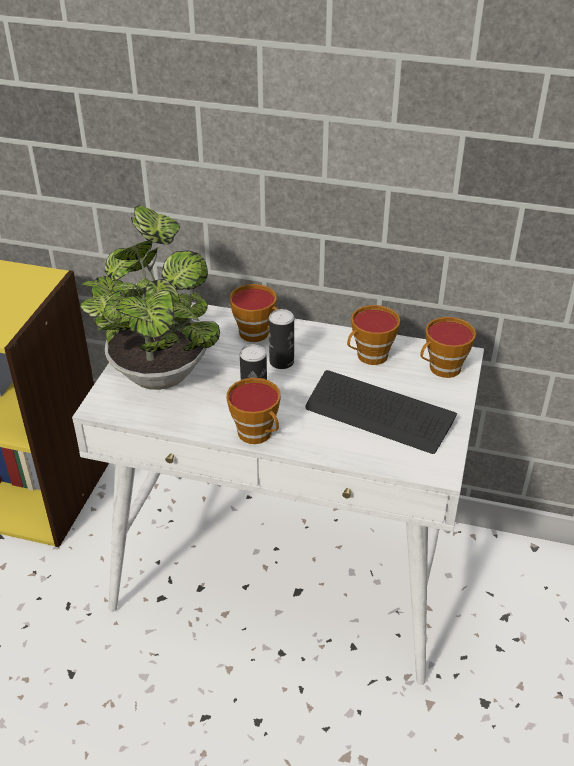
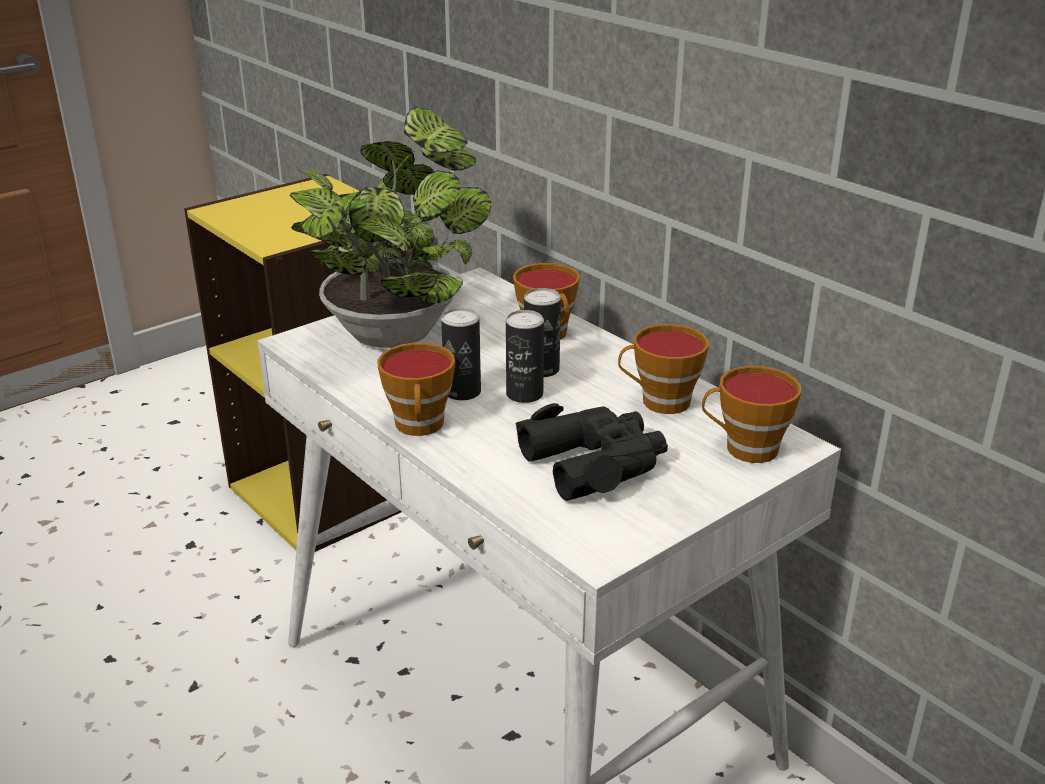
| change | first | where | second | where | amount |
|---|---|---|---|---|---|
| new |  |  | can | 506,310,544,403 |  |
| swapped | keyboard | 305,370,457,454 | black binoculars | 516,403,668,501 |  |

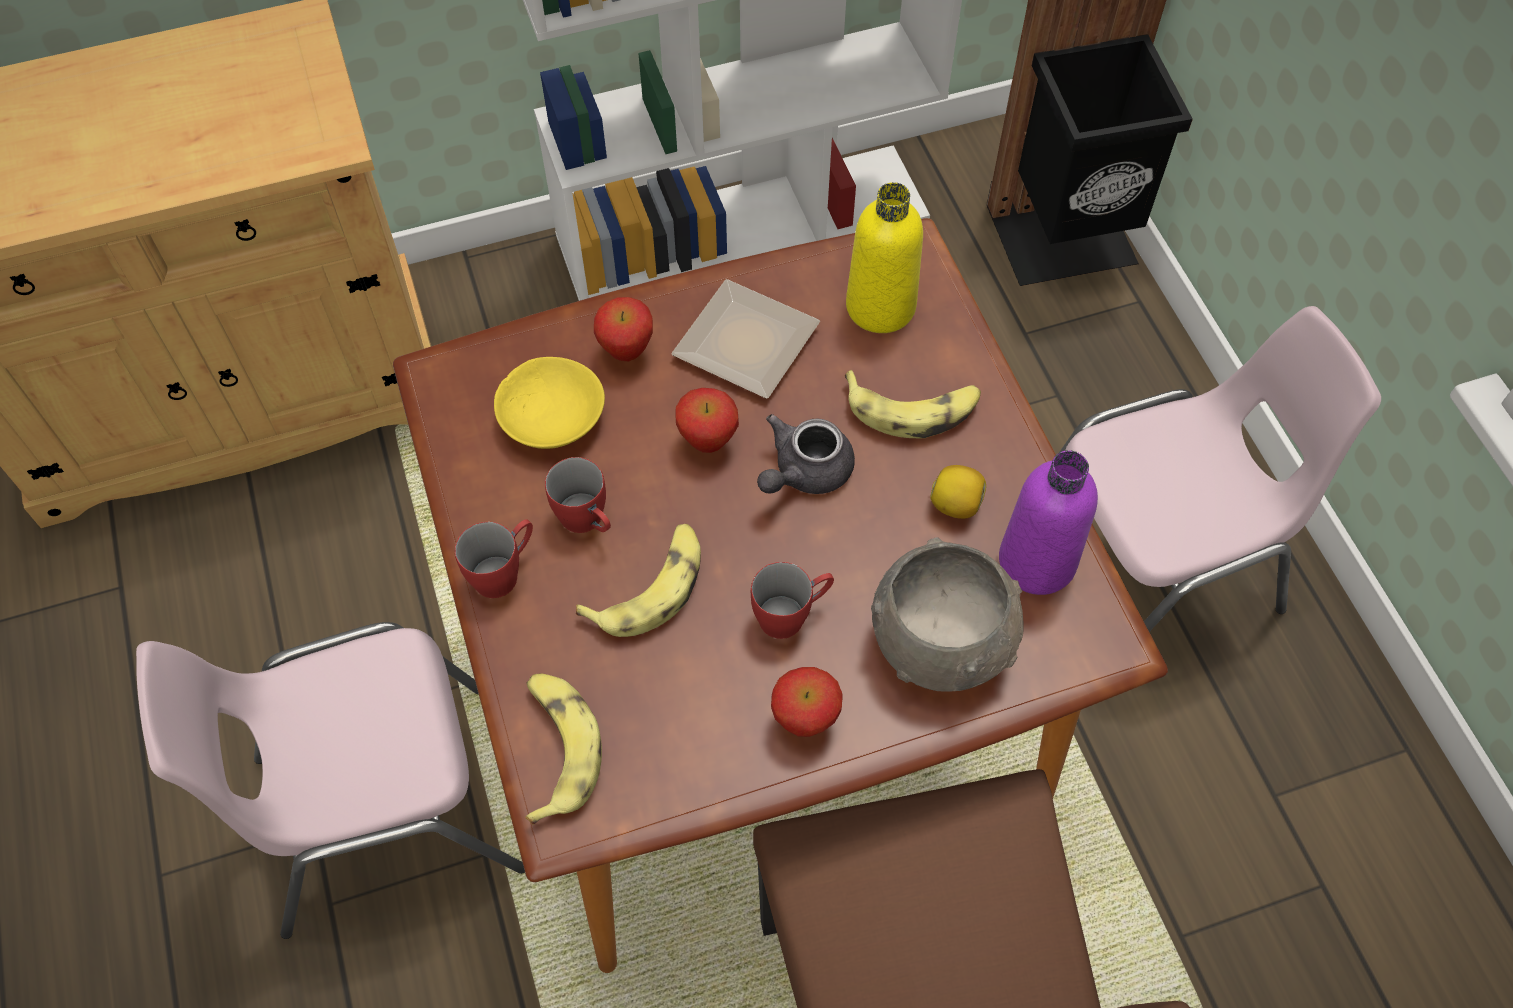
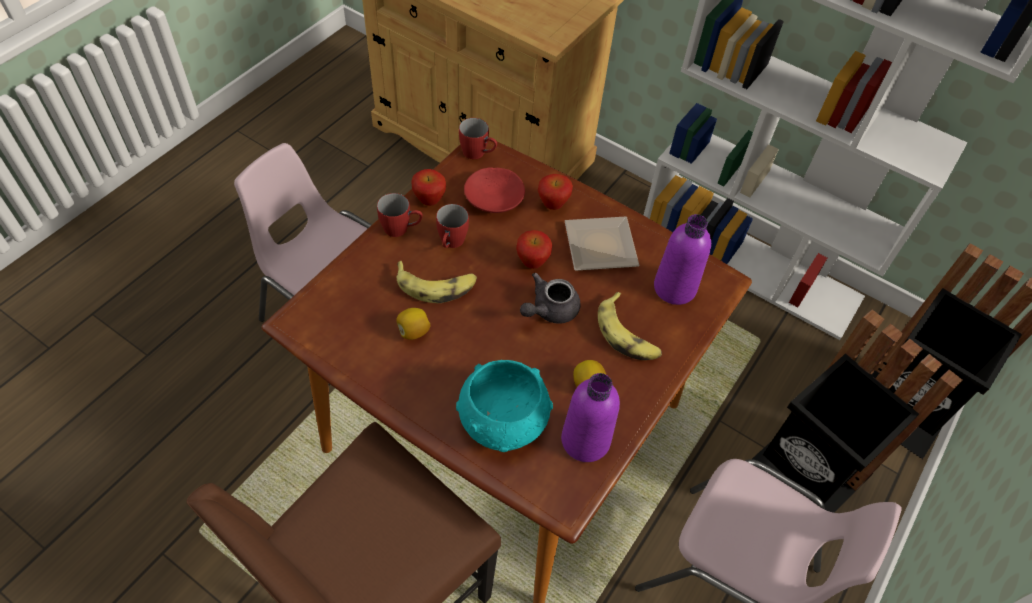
| change | first | where | second | where | amount |
|---|---|---|---|---|---|
| gone | banana | 525,674,602,825 |  |  |  |
| new |  |  | lemon | 396,308,431,340 |  |
| new |  |  | black trash can | 752,309,963,513 |  |
| shifted | red mug | 751,562,834,639 |  | 459,118,497,159 |  |
| shifted | apple | 771,667,842,737 |  | 412,169,446,206 |  |
| repainted | yellow bowl | 494,357,605,449 | red bowl | 464,167,525,213 |  |
| repainted | yellow bottle | 846,182,923,333 | purple bottle | 654,214,711,305 |  |
| repainted | grey bowl | 871,537,1024,692 | turquoise bowl | 456,360,553,452 |  |
| rotated | grey teapot | 757,414,855,494 |  | 520,273,580,323 | 45 degrees counterclockwise |

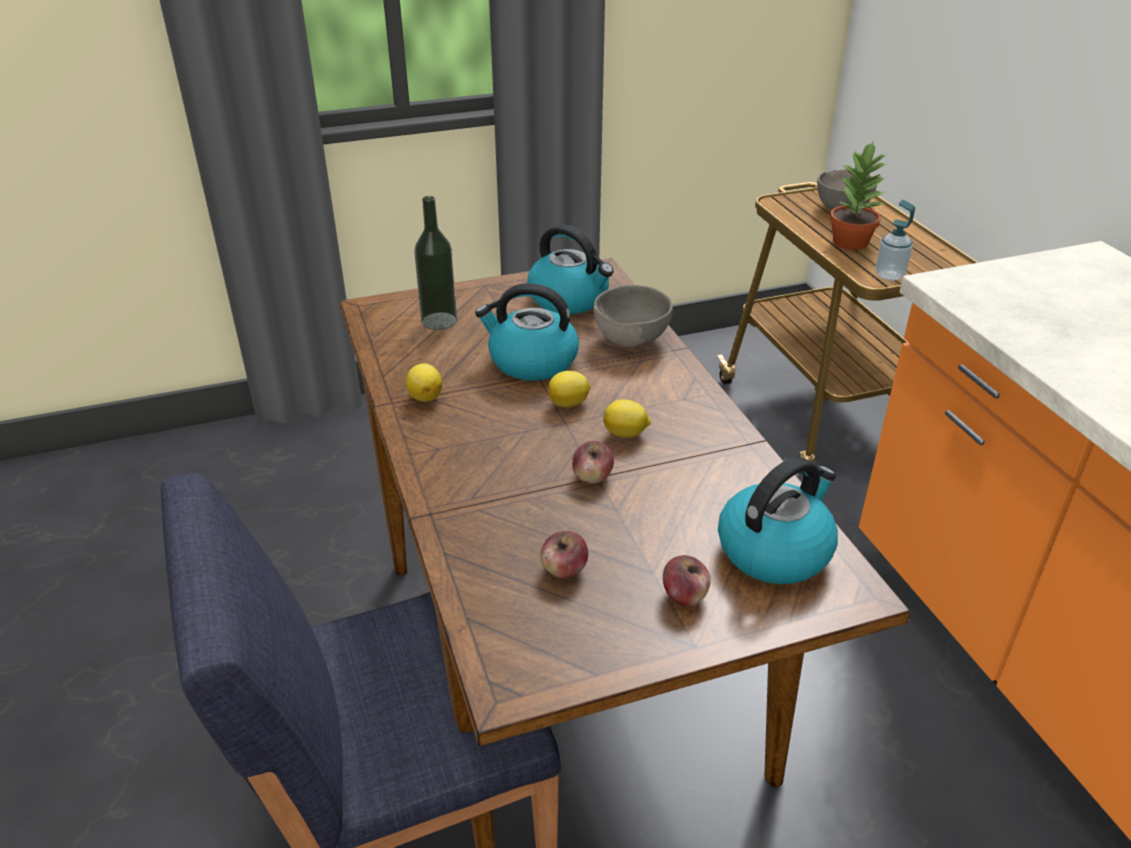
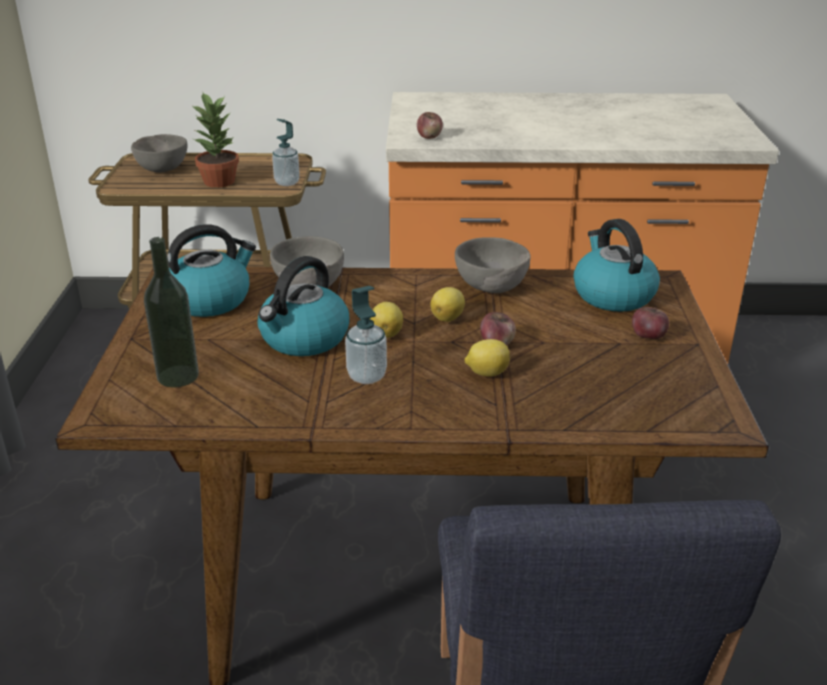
| change | first | where | second | where | amount |
|---|---|---|---|---|---|
| new |  |  | soap dispenser | 345,286,387,384 |  |
| new |  |  | grey bowl | 455,237,531,293 |  |
| shifted | lemon | 406,364,442,402 |  | 464,339,510,377 |  |
| shifted | apple | 540,531,588,578 |  | 417,112,443,139 |  |

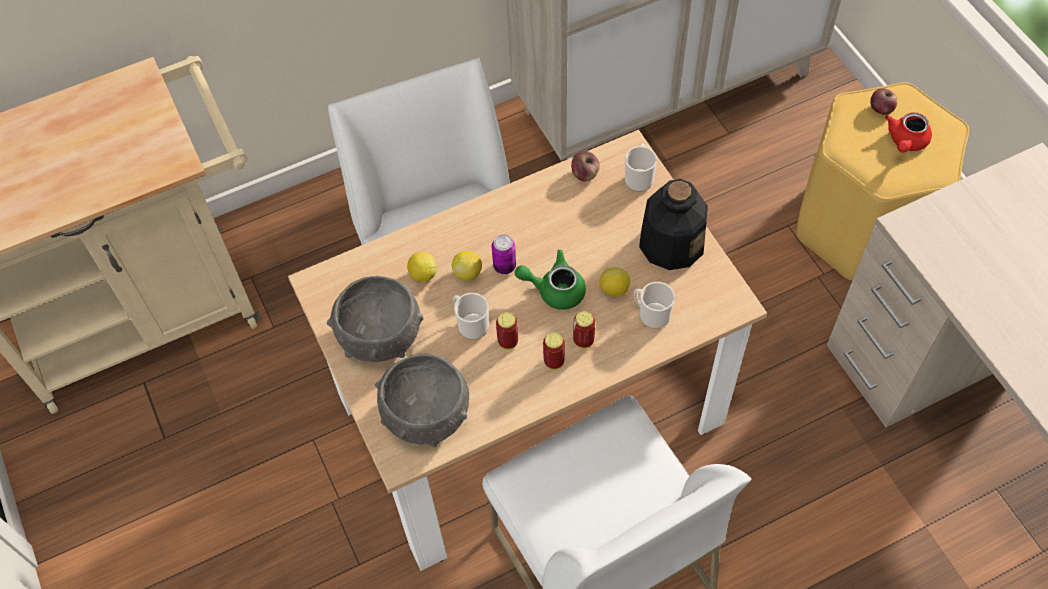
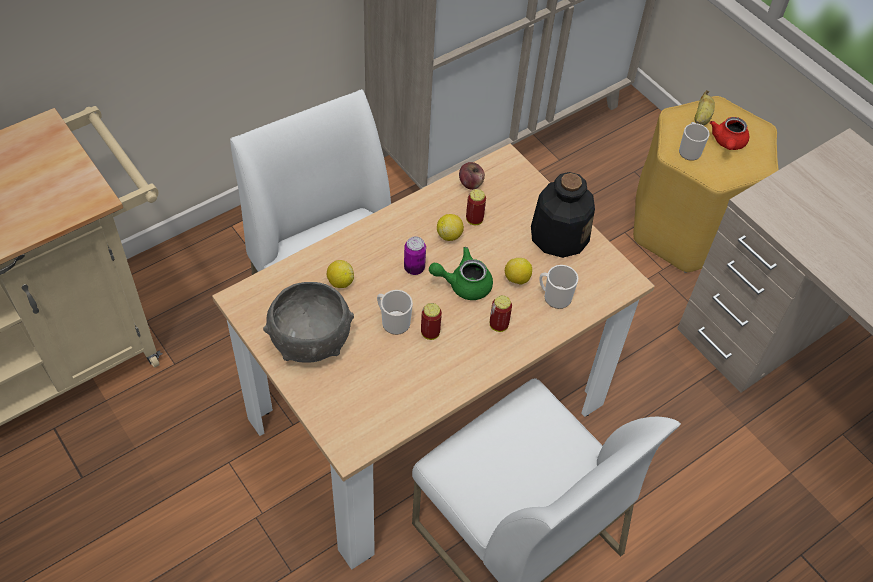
| change | first | where | second | where | amount |
|---|---|---|---|---|---|
| gone | grey bowl | 375,354,469,447 |  |  |  |
| shifted | lemon | 452,251,482,281 |  | 437,214,464,241 |  |
| shifted | can | 543,332,565,370 |  | 466,189,486,225 |  |
| shifted | mug | 625,144,657,192 |  | 679,122,710,161 |  |
| swapped | apple | 870,88,898,115 | banana | 695,90,715,126 |  |

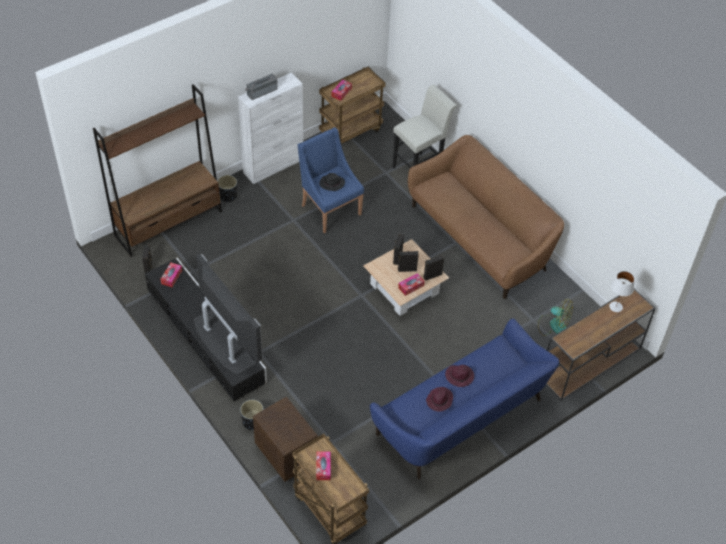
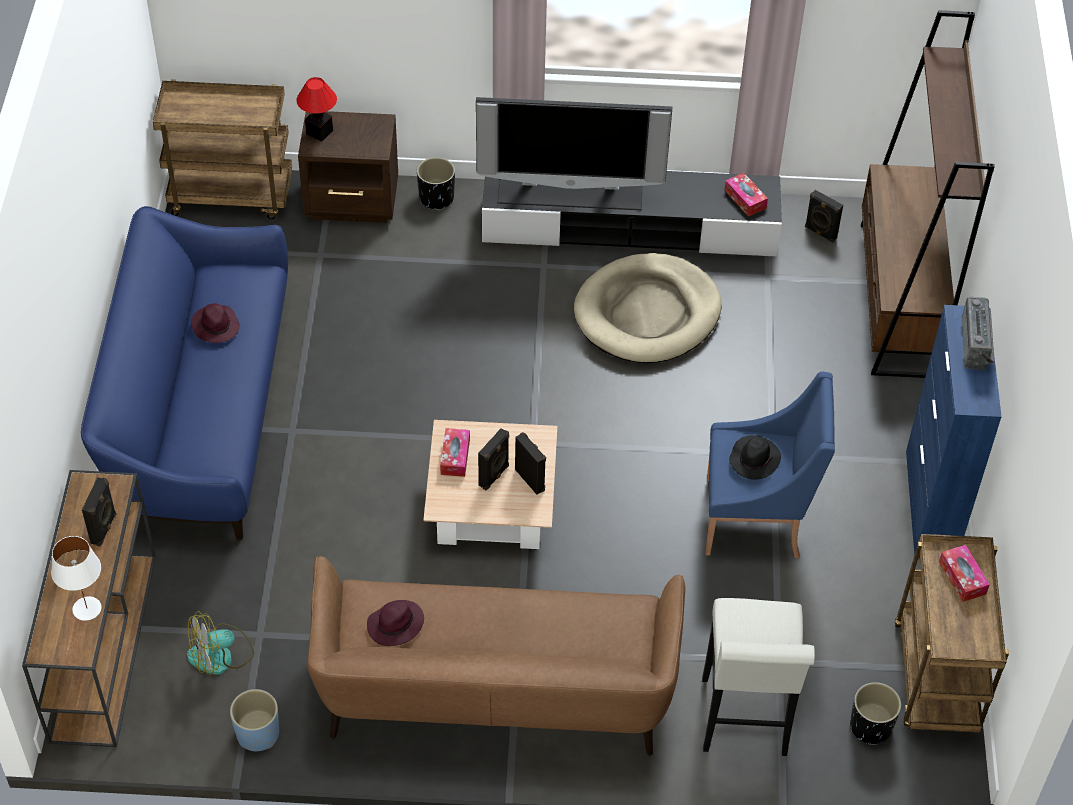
| change | first | where | second | where | amount |
|---|---|---|---|---|---|
| gone | tissue box | 316,452,331,480 |  |  |  |
| new |  |  | blue planter | 230,689,279,751 |  |
| new |  |  | table lamp | 296,77,337,142 |  |
| new |  |  | beige dog bed | 574,253,722,363 |  |
| shifted | black planter | 218,175,237,202 |  | 850,682,901,745 |  |
| shifted | black speaker | 423,255,444,281 |  | 82,477,116,546 |  |
| shifted | purple hat | 445,365,474,387 |  | 367,600,424,646 |  |
| repainted | white cabinet | 238,72,303,184 | blue cabinet | 906,305,1002,558 |  |

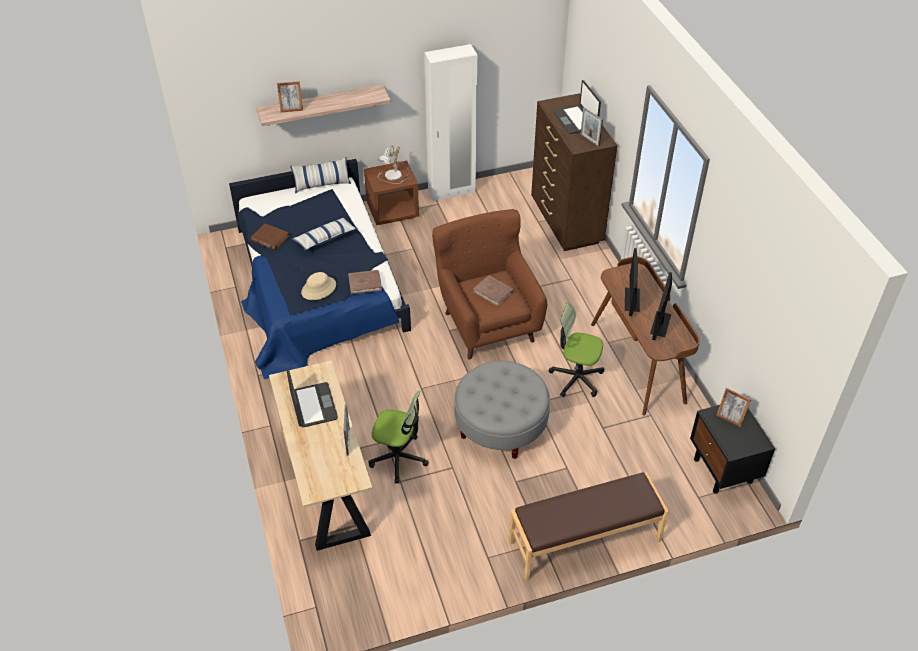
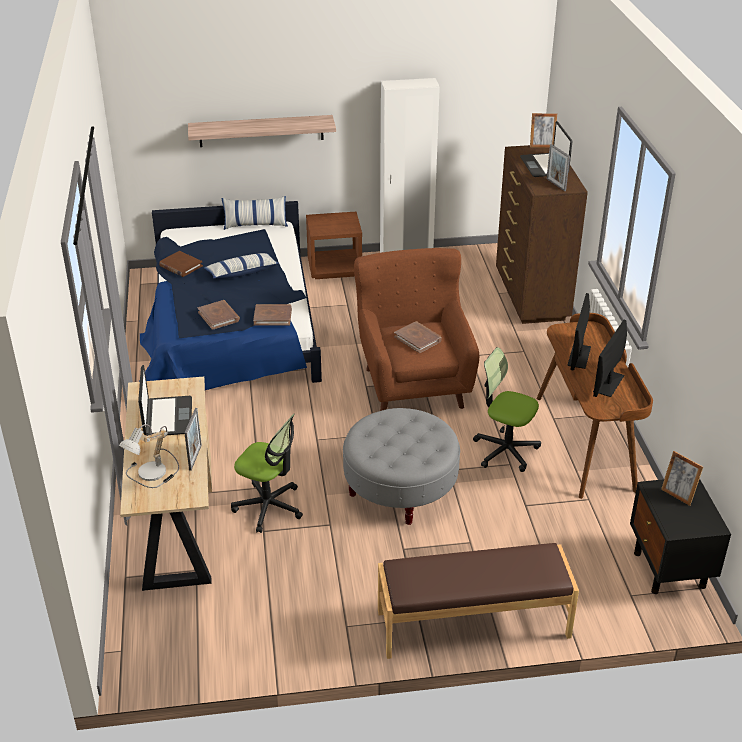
| change | first | where | second | where | amount |
|---|---|---|---|---|---|
| shifted | picture frame | 277,81,303,112 |  | 530,113,557,148 |  |
| shifted | table lamp | 378,145,409,184 |  | 119,424,179,488 |  |
| swapped | beige hat | 301,272,336,300 | brown book | 198,300,240,330 |  |

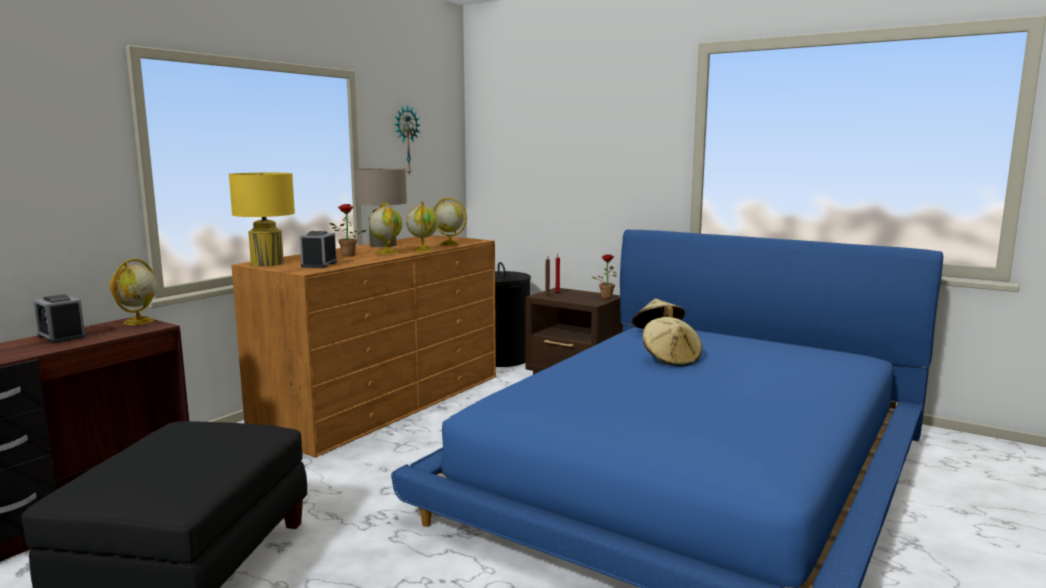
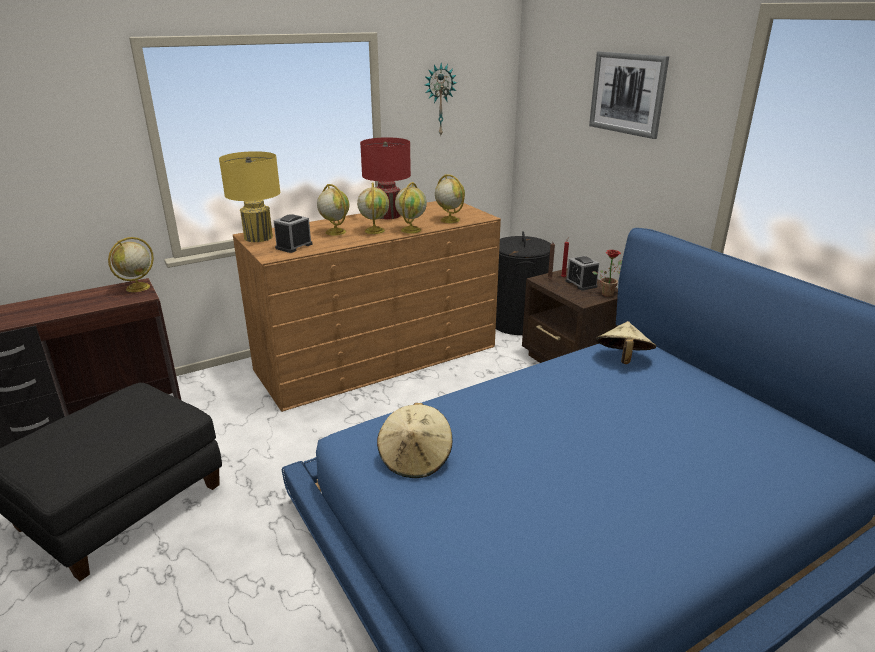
| change | first | where | second | where | amount |
|---|---|---|---|---|---|
| new |  |  | picture | 589,51,669,139 |  |
| shifted | alarm clock | 33,294,86,344 |  | 566,256,599,291 |  |
| shifted | beige hat | 643,317,702,367 |  | 377,403,452,478 |  |
| swapped | potted plant | 329,204,367,257 | globe | 317,184,349,236 |  |
| repainted | beige table lamp | 354,168,407,247 | red table lamp | 360,137,411,219 |  |

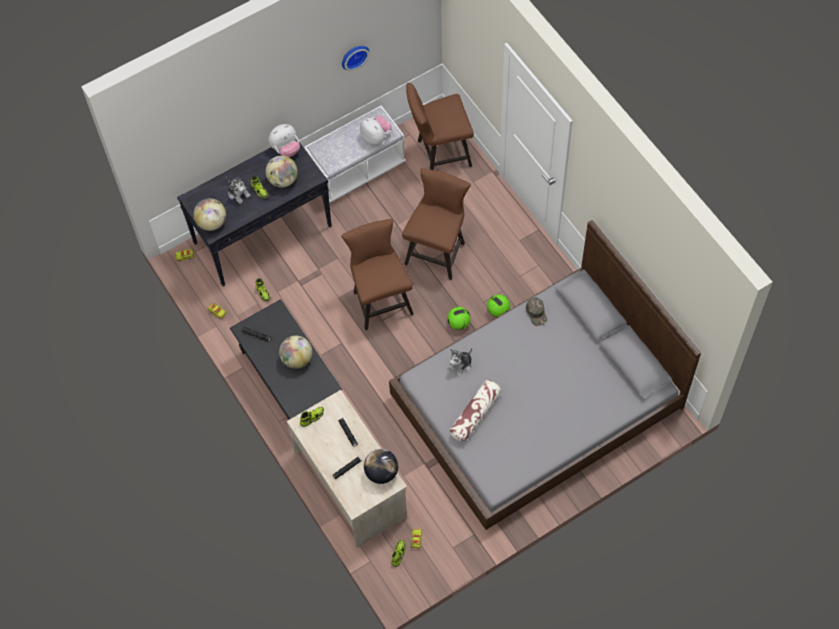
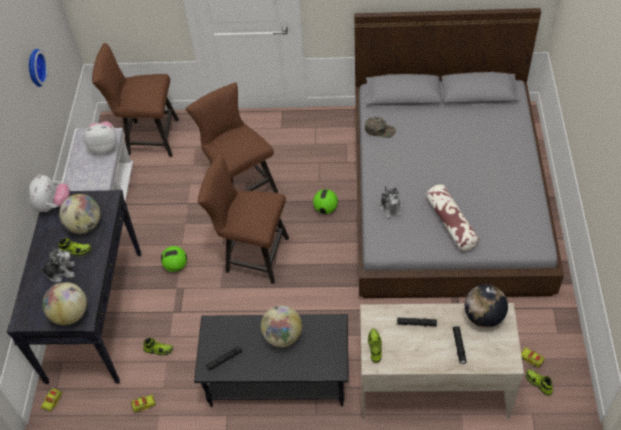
| change | first | where | second | where | amount |
|---|---|---|---|---|---|
| shifted | football | 487,294,510,317 |  | 161,246,187,272 |  |
| rotated | brown chair | 406,83,474,170 |  | 92,43,179,157 | 75 degrees clockwise |

